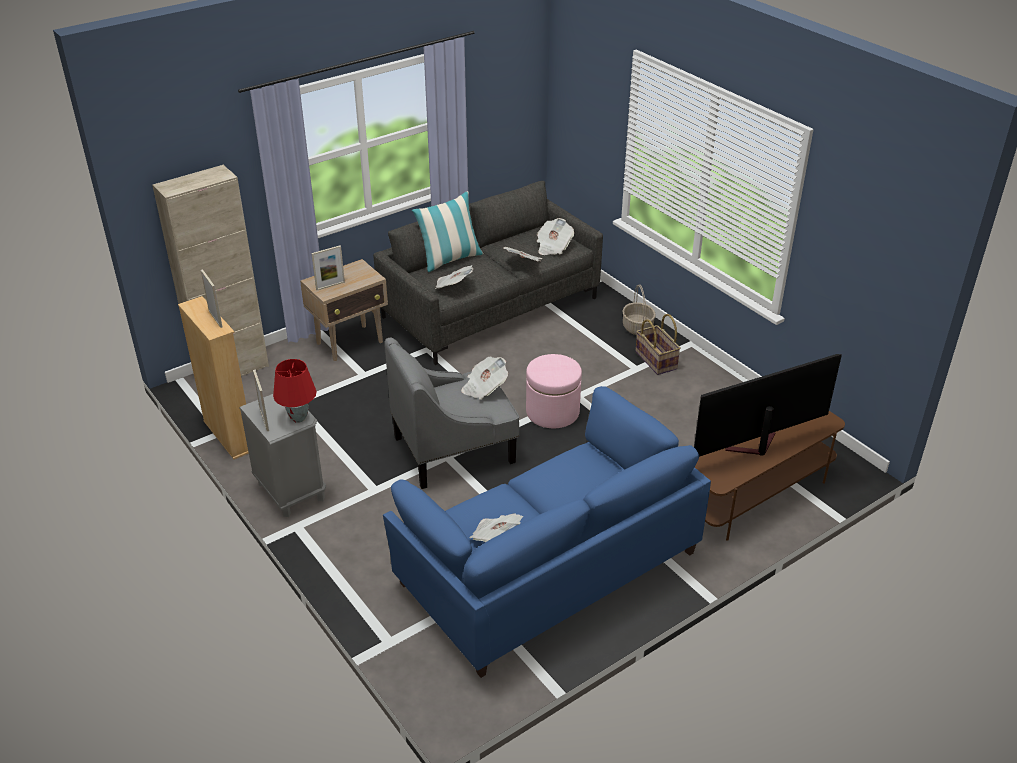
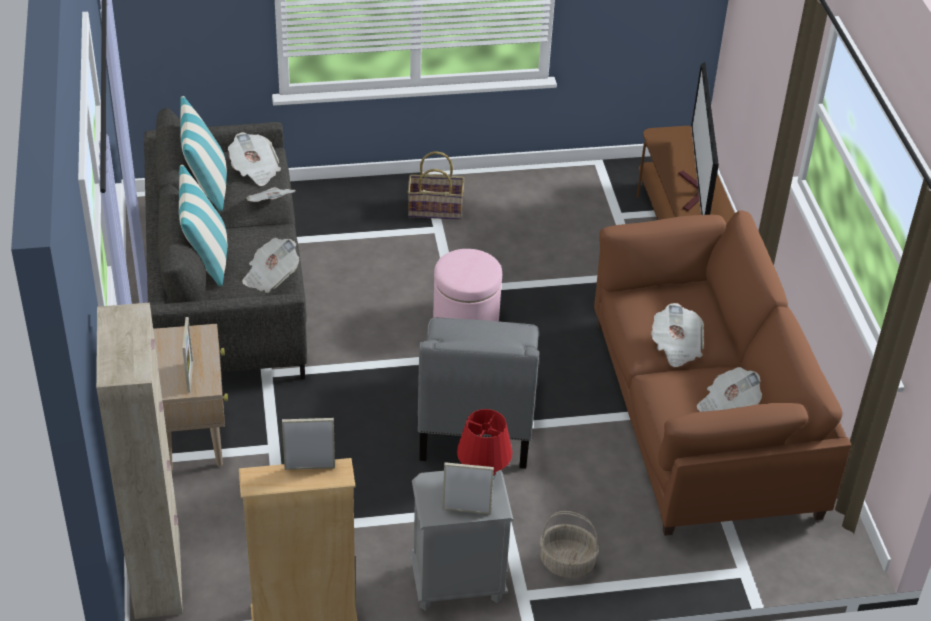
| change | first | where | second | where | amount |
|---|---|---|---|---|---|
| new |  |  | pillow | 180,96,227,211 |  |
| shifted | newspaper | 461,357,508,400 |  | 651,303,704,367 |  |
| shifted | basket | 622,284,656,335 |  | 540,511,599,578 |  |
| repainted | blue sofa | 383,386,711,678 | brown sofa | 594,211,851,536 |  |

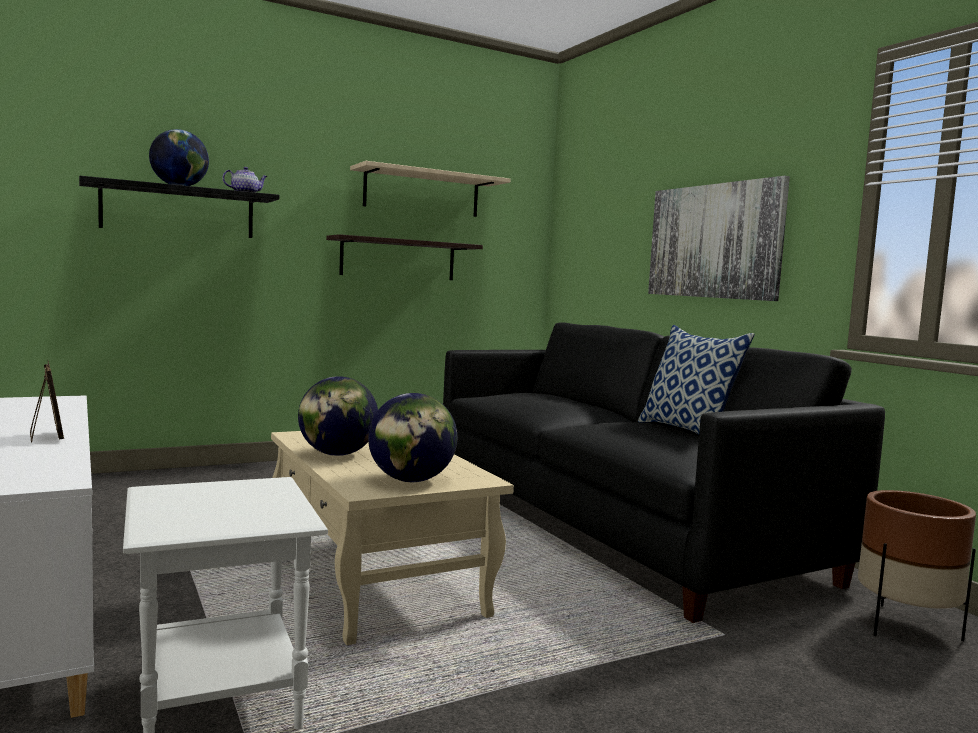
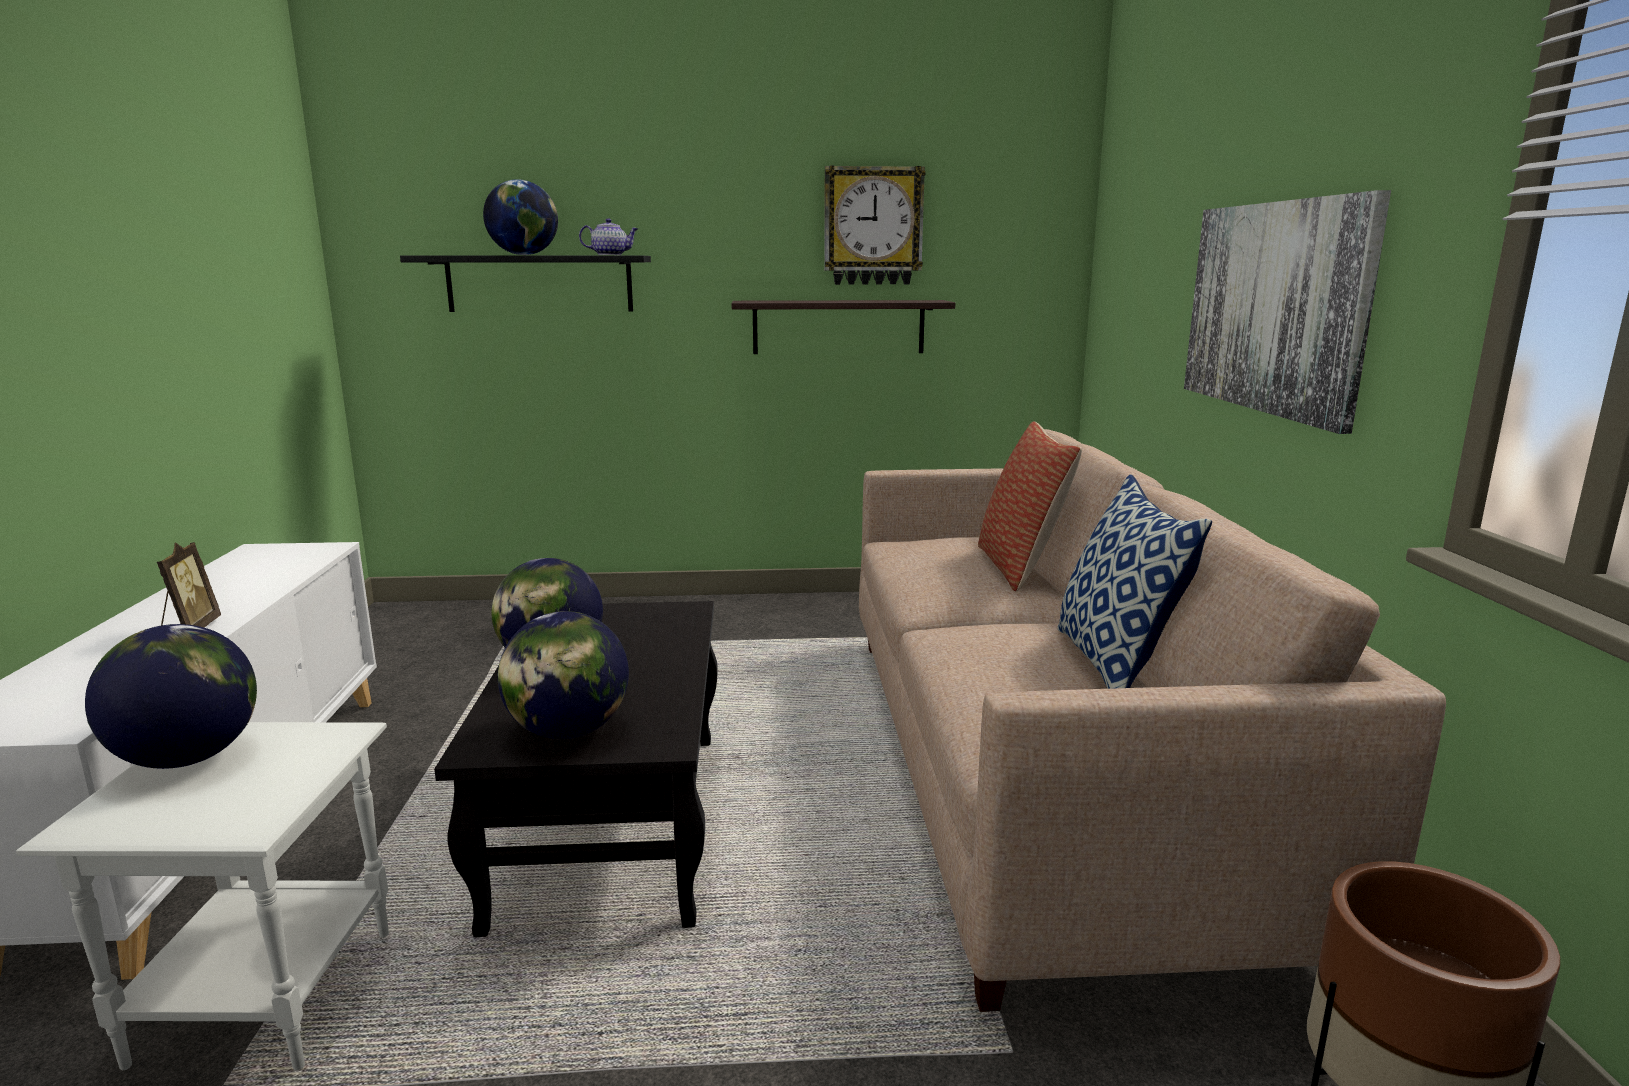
| change | first | where | second | where | amount |
|---|---|---|---|---|---|
| new |  |  | globe | 85,624,257,769 |  |
| new |  |  | pillow | 978,421,1082,592 |  |
| swapped | beige shelf | 350,161,510,217 | wall clock | 824,165,926,285 |  |
| repainted | beige coffee table | 271,431,514,645 | black coffee table | 434,601,718,937 |  |
| repainted | black sofa | 443,322,885,623 | beige sofa | 859,429,1446,1012 |  |

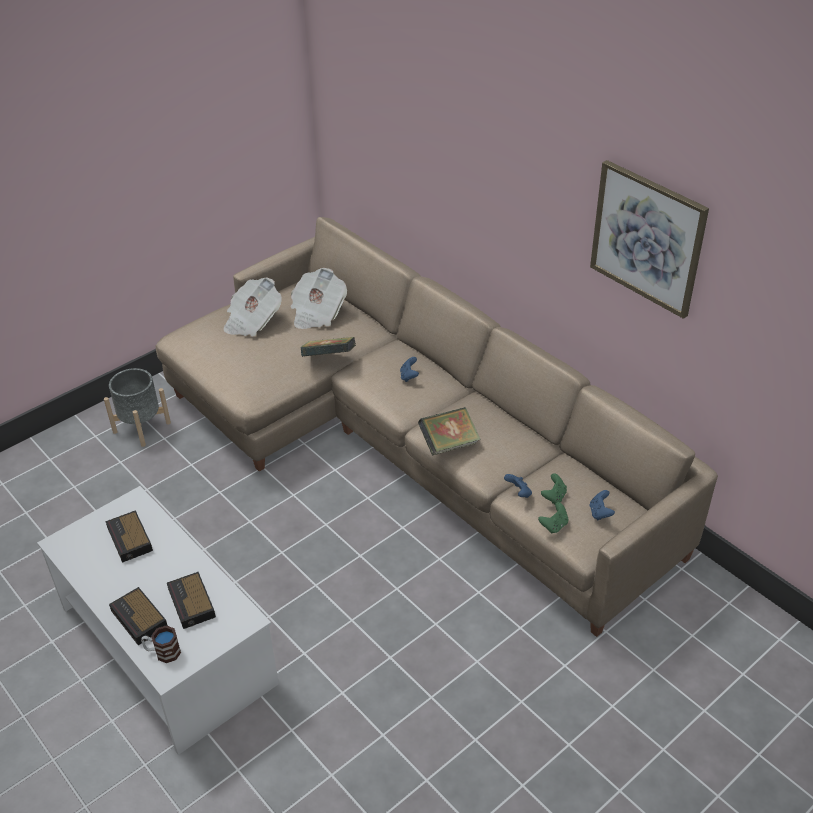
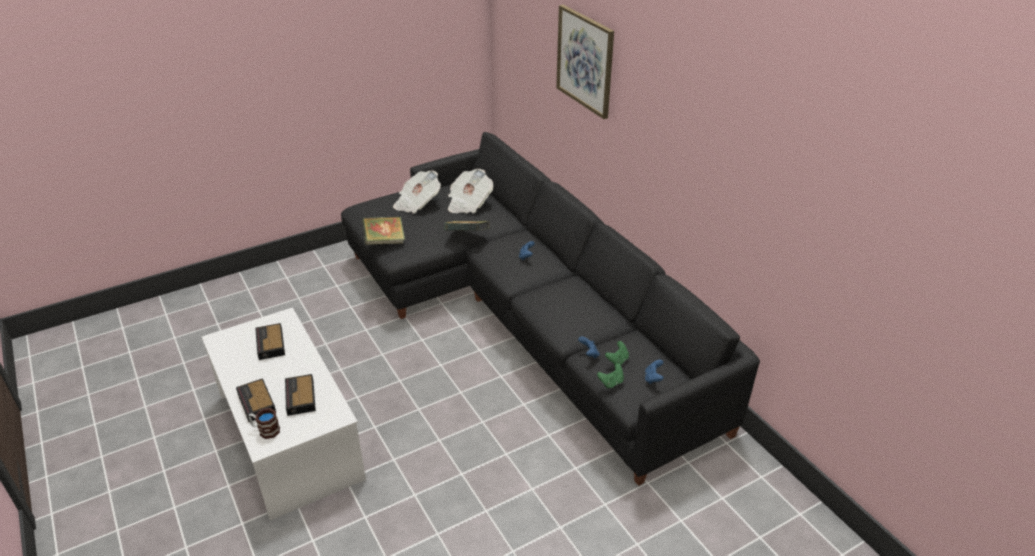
| change | first | where | second | where | amount |
|---|---|---|---|---|---|
| gone | grey planter | 104,368,171,447 |  |  |  |
| shifted | book | 418,407,481,456 |  | 362,216,405,245 |  |
| shifted | picture | 590,160,709,319 |  | 556,5,614,119 |  |
| repainted | beige sofa | 155,217,718,637 | black sofa | 341,132,760,486 |  |

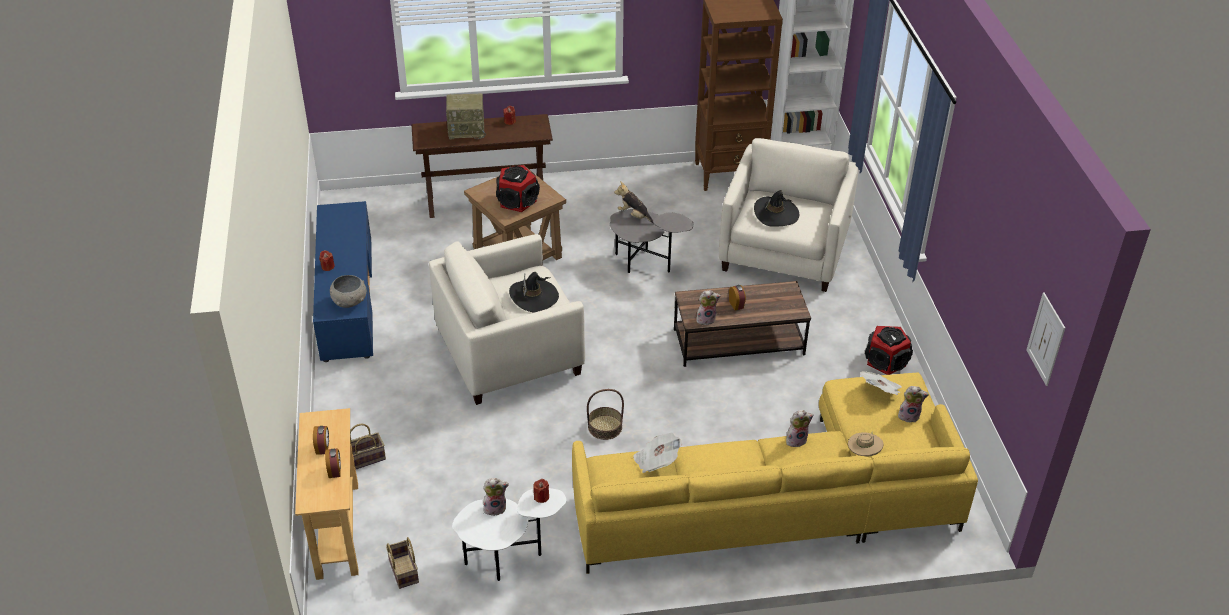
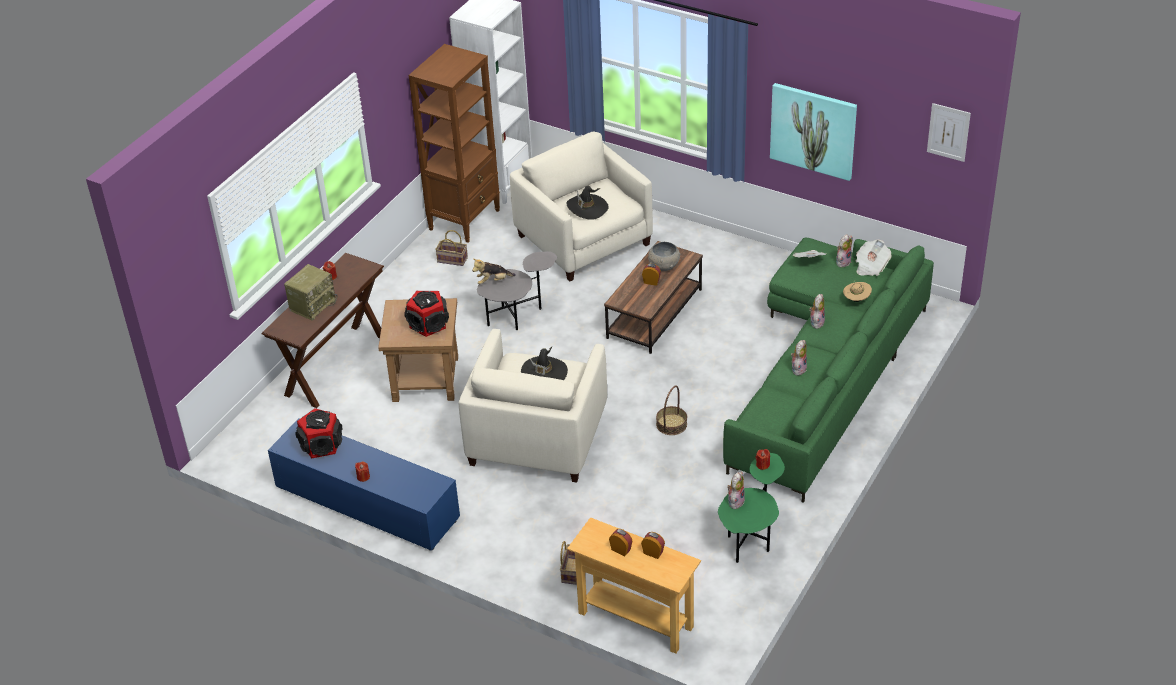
| change | first | where | second | where | amount |
|---|---|---|---|---|---|
| new |  |  | picture | 770,83,857,181 |  |
| shifted | grey bowl | 330,275,367,308 |  | 648,242,680,271 |  |
| shifted | basket | 386,537,419,589 |  | 435,230,468,266 |  |
| shifted | newspaper | 633,433,682,473 |  | 856,240,892,276 |  |
| shifted | plush toy | 696,290,721,325 |  | 791,340,807,376 |  |
| shifted | speaker | 865,326,913,375 |  | 295,408,342,458 |  |
| repainted | white side table | 452,488,566,581 | green side table | 718,453,785,563 |  |
| repainted | yellow sofa | 572,373,978,574 | green sofa | 723,238,934,503 |  |

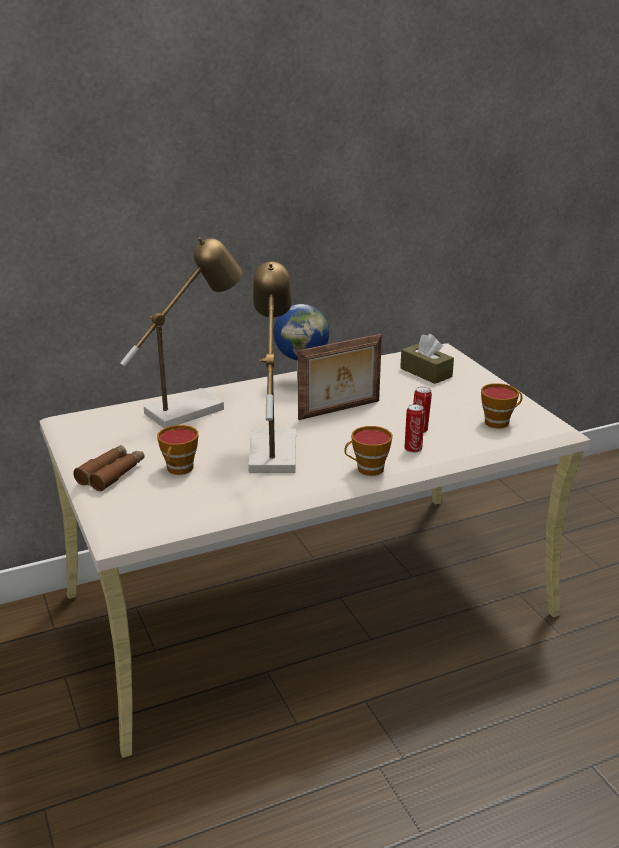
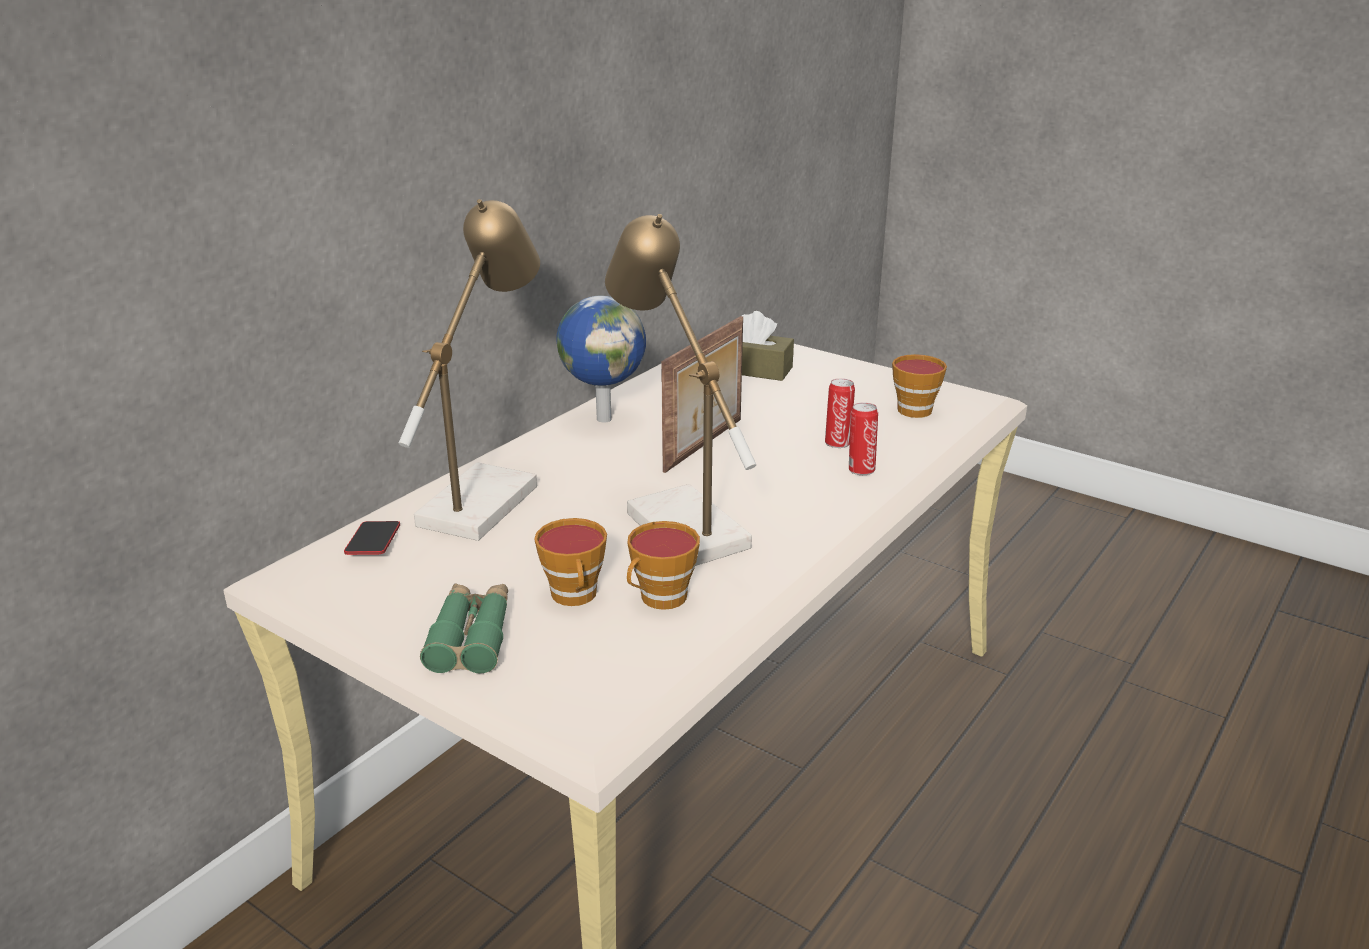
| change | first | where | second | where | amount |
|---|---|---|---|---|---|
| new |  |  | phone | 344,521,400,555 |  |
| shifted | cup | 344,426,393,476 |  | 627,521,700,610 |  |
| repainted | brown binoculars | 73,445,145,491 | green binoculars | 420,583,508,673 |  |

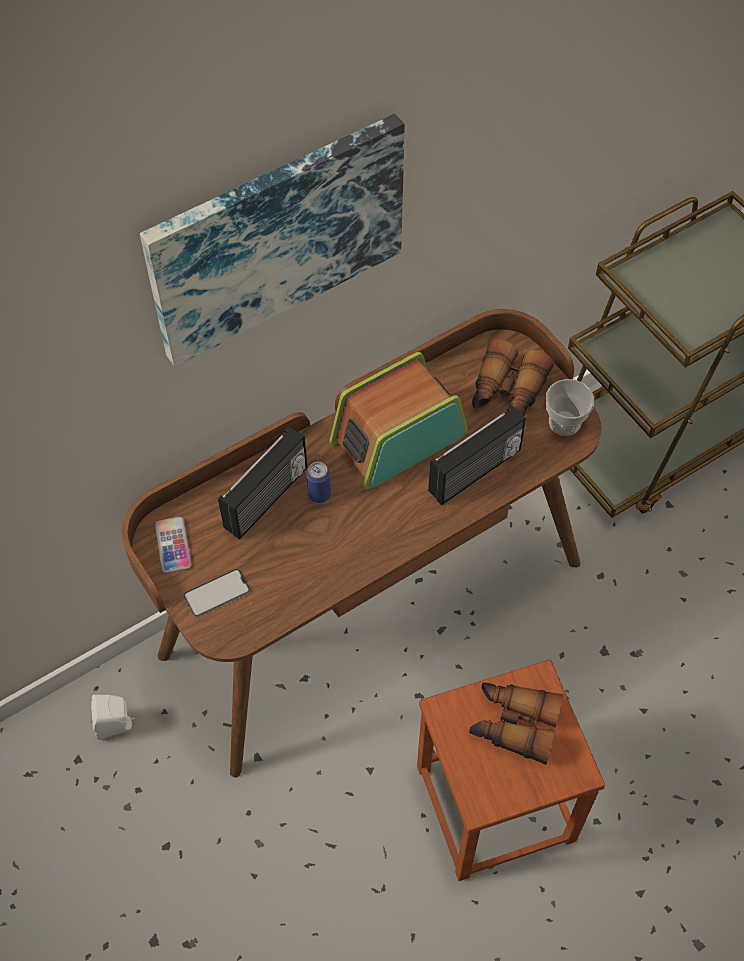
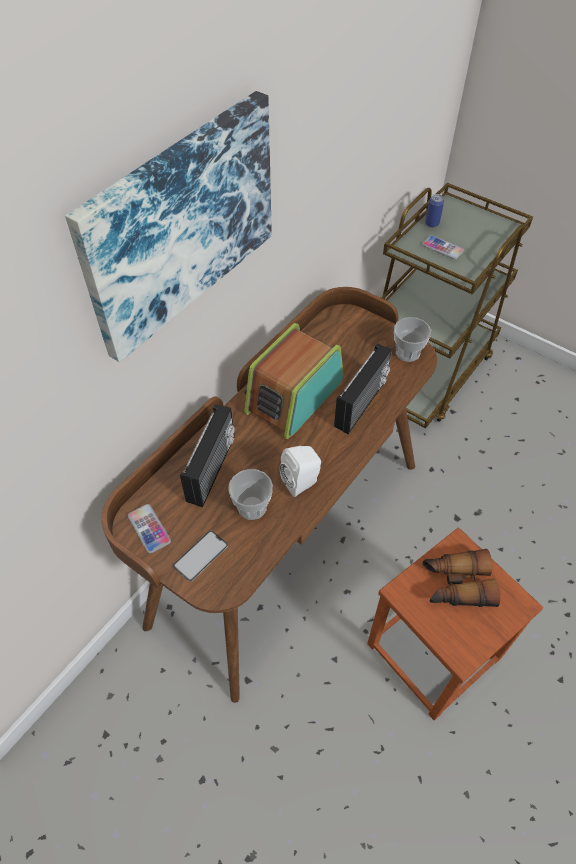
| change | first | where | second | where | amount |
|---|---|---|---|---|---|
| gone | binoculars | 472,339,554,417 |  |  |  |
| new |  |  | cup | 228,469,273,520 |  |
| new |  |  | phone | 422,235,464,259 |  |
| shifted | white speaker | 91,694,135,740 |  | 280,446,321,497 |  |
| shifted | can | 307,462,331,503 |  | 425,194,444,227 |  |

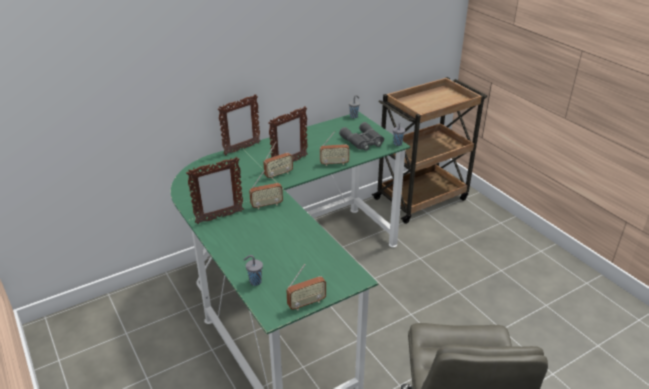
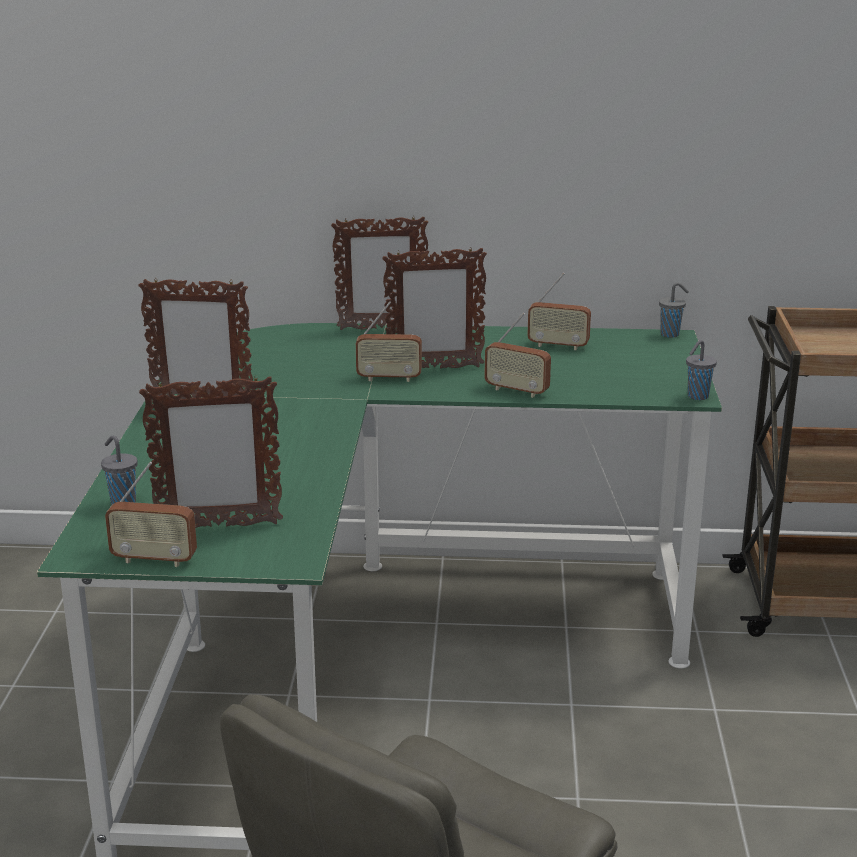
| change | first | where | second | where | amount |
|---|---|---|---|---|---|
| gone | grey binoculars | 339,122,384,151 |  |  |  |
| new |  |  | picture frame | 139,375,283,528 |  |
| shifted | radio | 249,170,283,209 |  | 527,273,591,350 |  |

